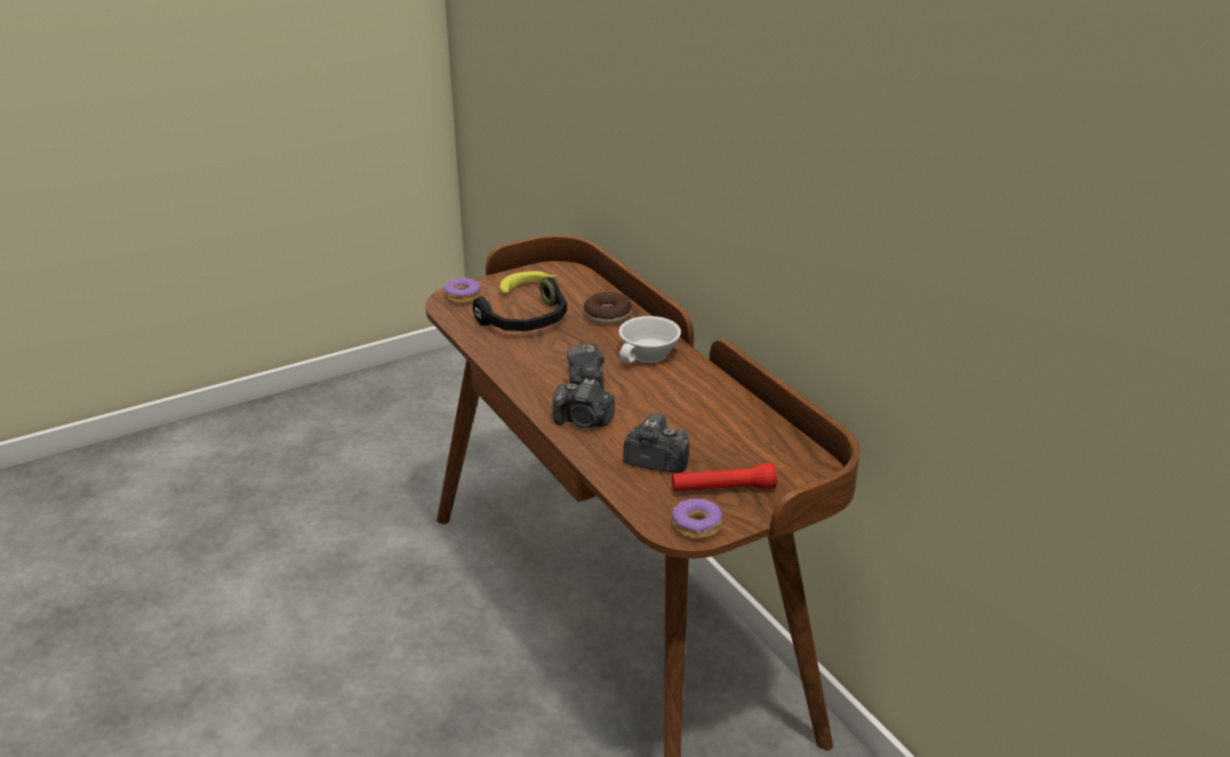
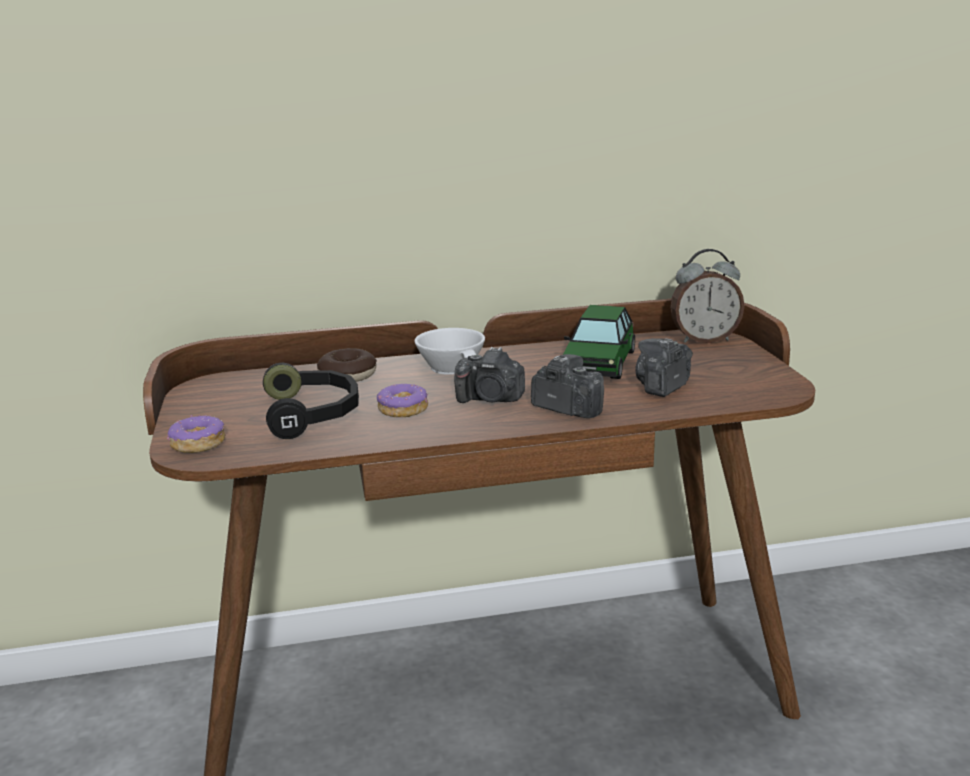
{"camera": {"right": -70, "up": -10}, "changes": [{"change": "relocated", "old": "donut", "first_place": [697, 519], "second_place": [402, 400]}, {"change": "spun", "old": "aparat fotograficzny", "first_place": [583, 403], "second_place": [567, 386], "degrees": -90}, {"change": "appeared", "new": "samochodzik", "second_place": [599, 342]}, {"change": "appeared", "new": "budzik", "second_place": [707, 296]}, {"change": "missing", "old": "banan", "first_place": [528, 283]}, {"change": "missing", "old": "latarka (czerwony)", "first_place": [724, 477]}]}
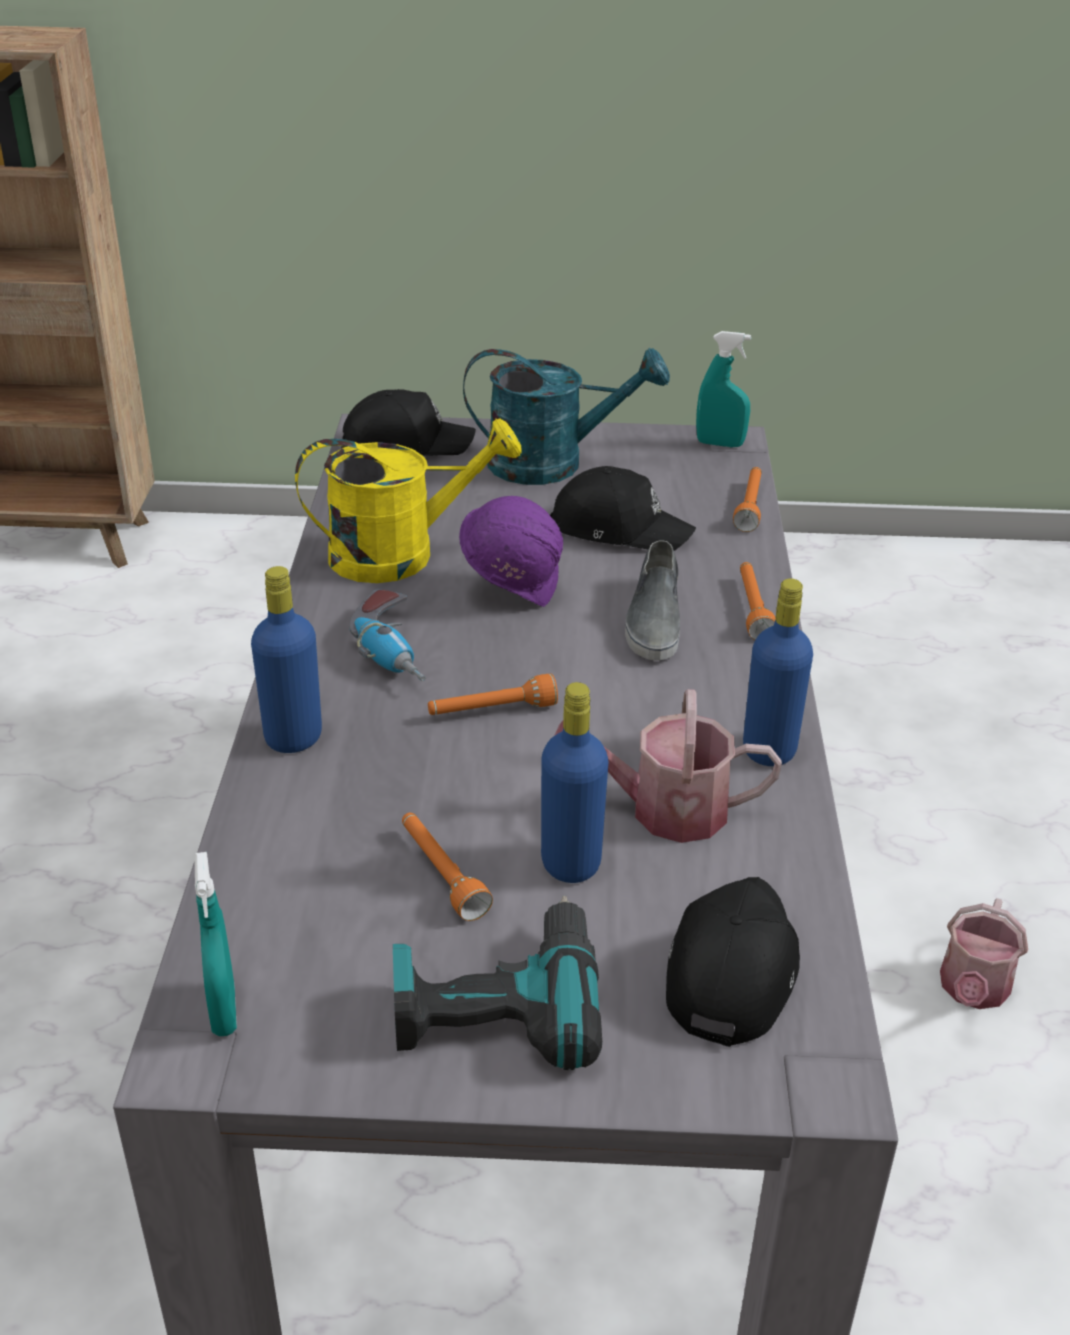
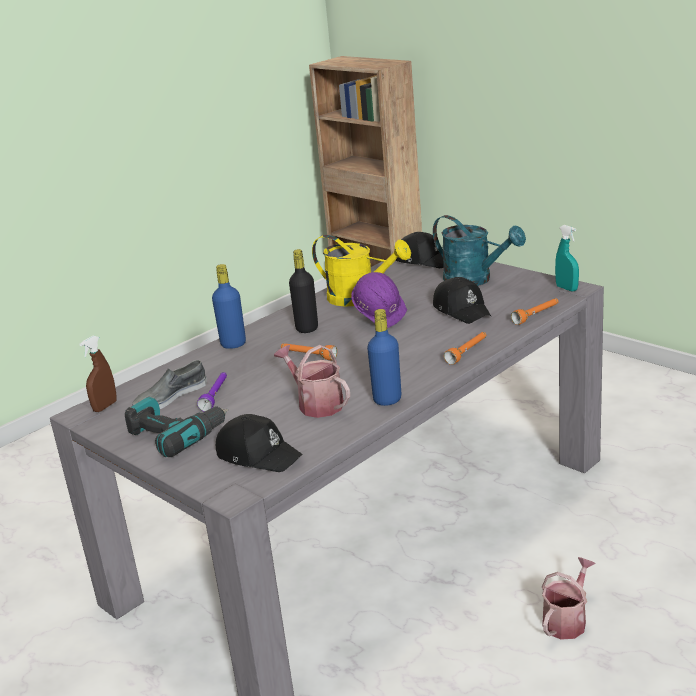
{"camera": {"right": 45, "up": -10}, "changes": [{"change": "colour", "old": "spryskiwacz (turkusowy)", "new": "spryskiwacz (brązowy)", "first_place": [216, 944], "second_place": [98, 374]}, {"change": "relocated", "old": "but (szary)", "first_place": [652, 601], "second_place": [169, 384]}, {"change": "colour", "old": "latarka (pomarańczowy)", "new": "latarka (fioletowy)", "first_place": [447, 867], "second_place": [212, 391]}, {"change": "spun", "old": "czapka z daszkiem (czarny)", "first_place": [733, 962], "second_place": [259, 443], "degrees": 60}, {"change": "exchanged", "old": "wiertarka", "new": "butelka (czarny)", "first_place": [387, 635], "second_place": [303, 291]}, {"change": "spun", "old": "konewka", "first_place": [984, 953], "second_place": [569, 598], "degrees": 150}, {"change": "missing", "old": "butelka (niebieski)", "first_place": [575, 782]}]}
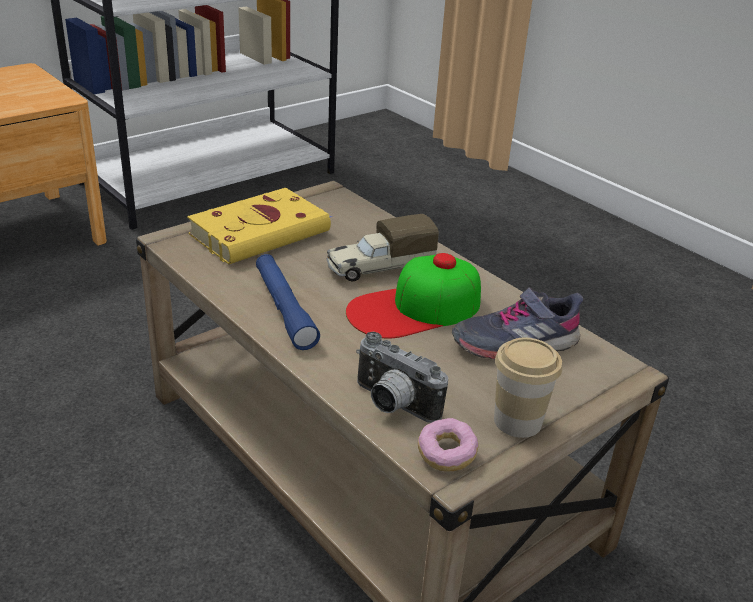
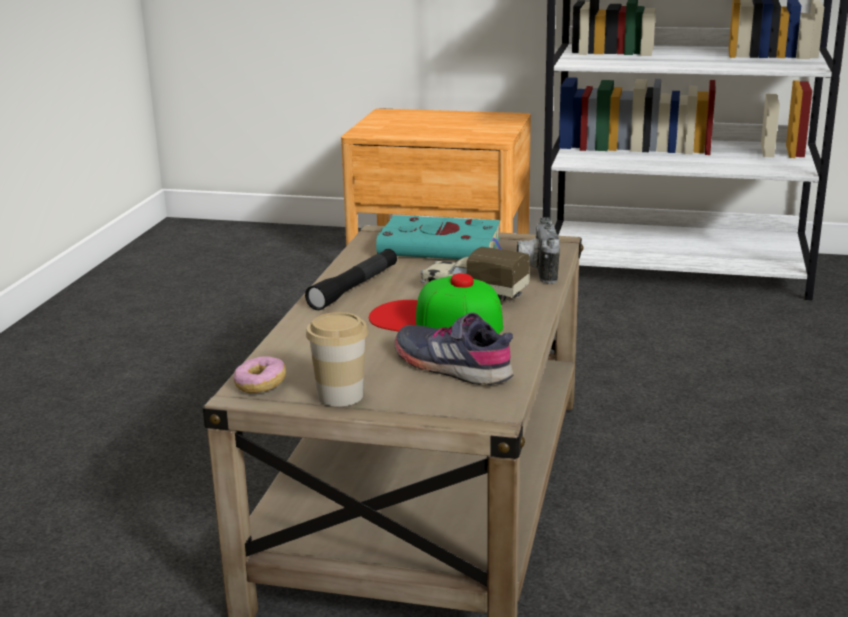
{"camera": {"right": 55, "up": -10}, "changes": [{"change": "colour", "old": "latarka (niebieski)", "new": "latarka (czarny)", "first_place": [288, 302], "second_place": [351, 279]}, {"change": "colour", "old": "książka (żółty)", "new": "książka (turkusowy)", "first_place": [259, 226], "second_place": [439, 237]}, {"change": "relocated", "old": "aparat fotograficzny", "first_place": [402, 377], "second_place": [538, 250]}]}
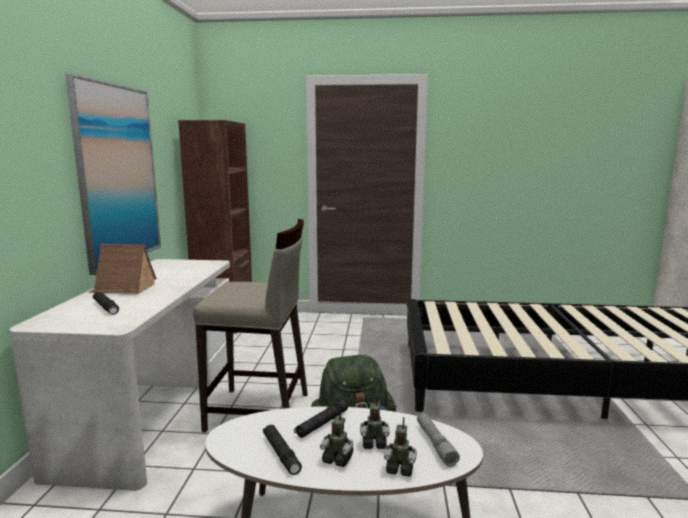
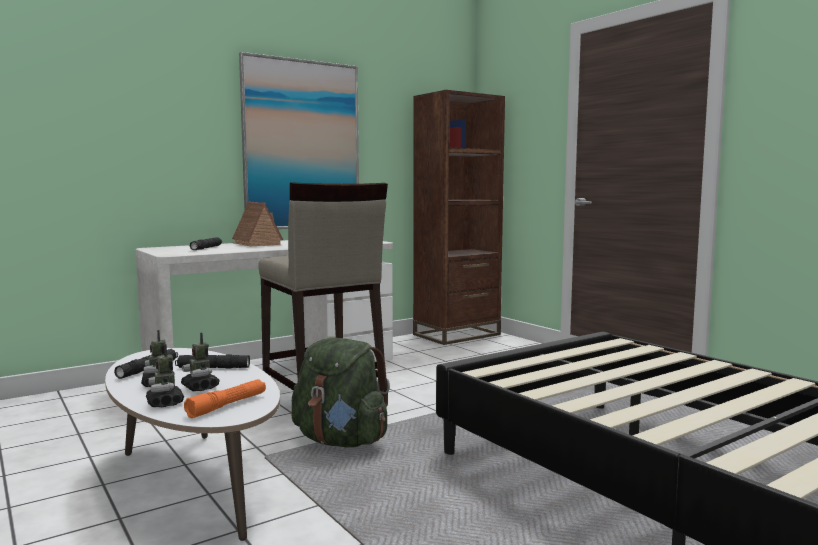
{"camera": {"right": 50, "up": -5}, "changes": [{"change": "colour", "old": "latarka (szary)", "new": "latarka (pomarańczowy)", "first_place": [438, 440], "second_place": [225, 398]}]}
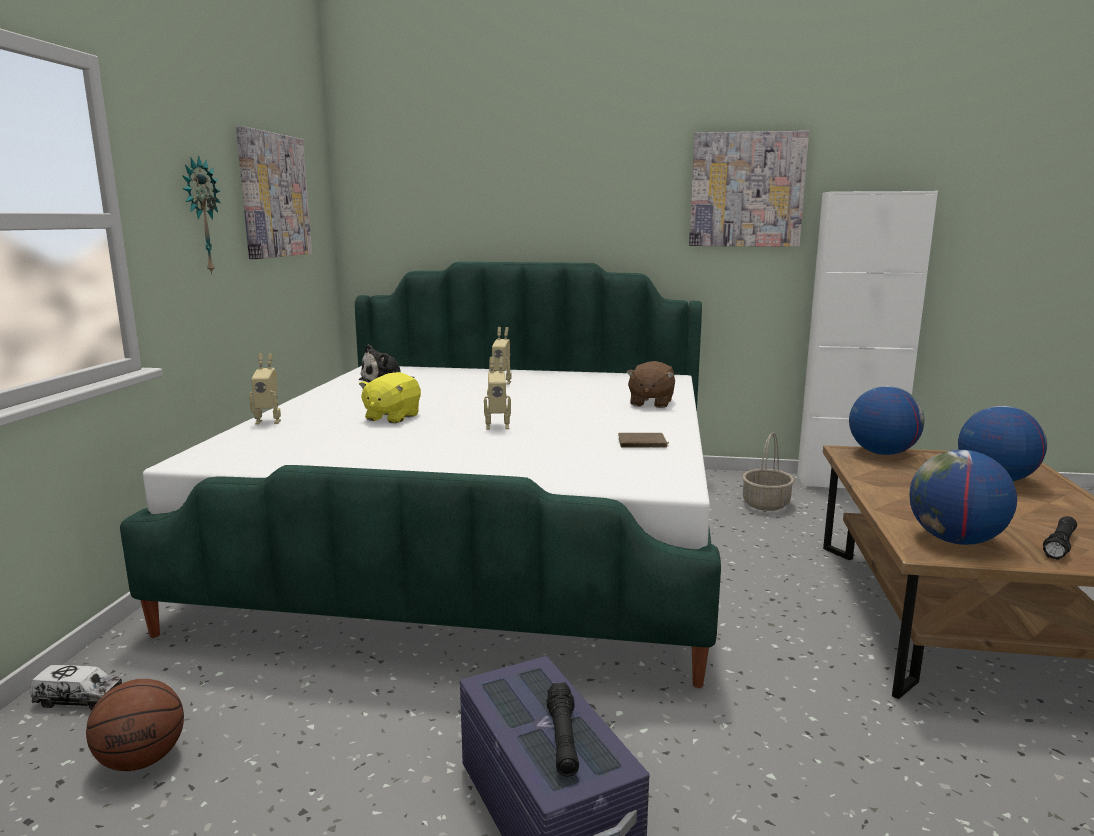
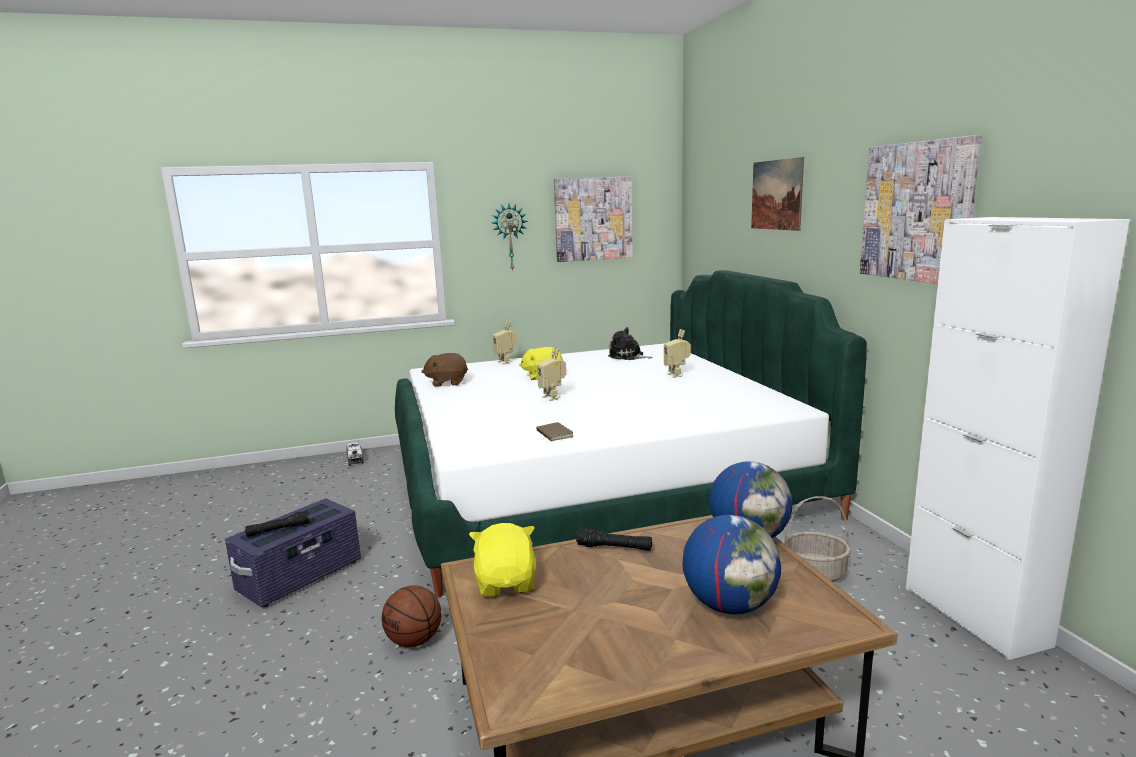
{"camera": {"right": 65, "up": 0}, "changes": [{"change": "relocated", "old": "piłka do koszykówki", "first_place": [135, 725], "second_place": [411, 616]}, {"change": "relocated", "old": "pluszak (brązowy)", "first_place": [650, 384], "second_place": [444, 370]}, {"change": "exchanged", "old": "globus", "new": "pluszak (żółty)", "first_place": [963, 497], "second_place": [502, 560]}, {"change": "relocated", "old": "latarka (czarny)", "first_place": [1060, 538], "second_place": [614, 539]}, {"change": "appeared", "new": "obraz", "second_place": [777, 194]}]}
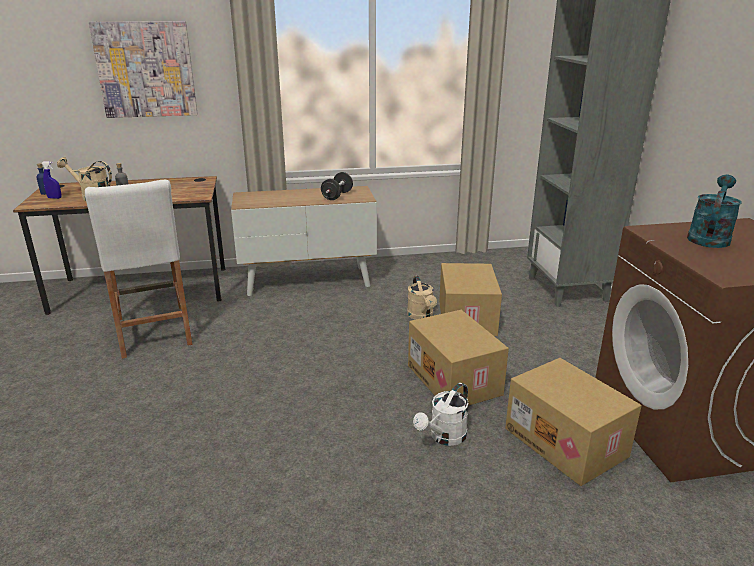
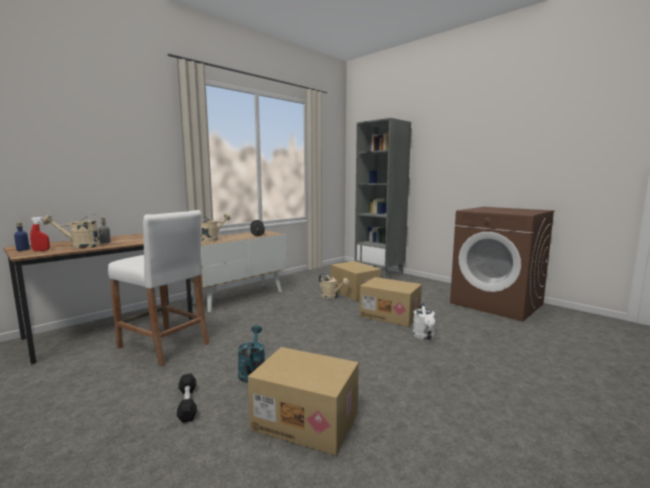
{"camera": {"right": -35, "up": -15}, "changes": [{"change": "colour", "old": "spryskiwacz (niebieski)", "new": "spryskiwacz (czerwony)", "first_place": [52, 180], "second_place": [40, 234]}, {"change": "appeared", "new": "hantel (czarny)", "second_place": [187, 398]}, {"change": "appeared", "new": "konewka (beżowy)", "second_place": [215, 227]}, {"change": "relocated", "old": "konewka (turkusowy)", "first_place": [714, 211], "second_place": [251, 354]}, {"change": "relocated", "old": "karton", "first_place": [573, 422], "second_place": [303, 401]}, {"change": "missing", "old": "obraz", "first_place": [143, 69]}]}
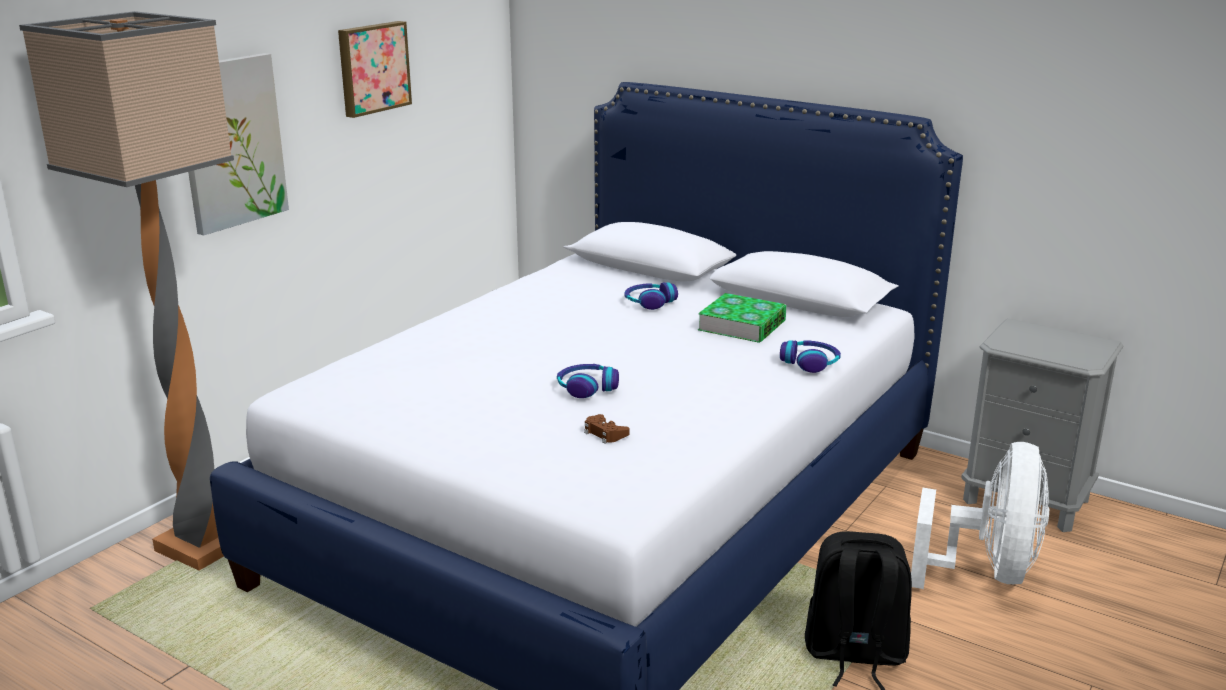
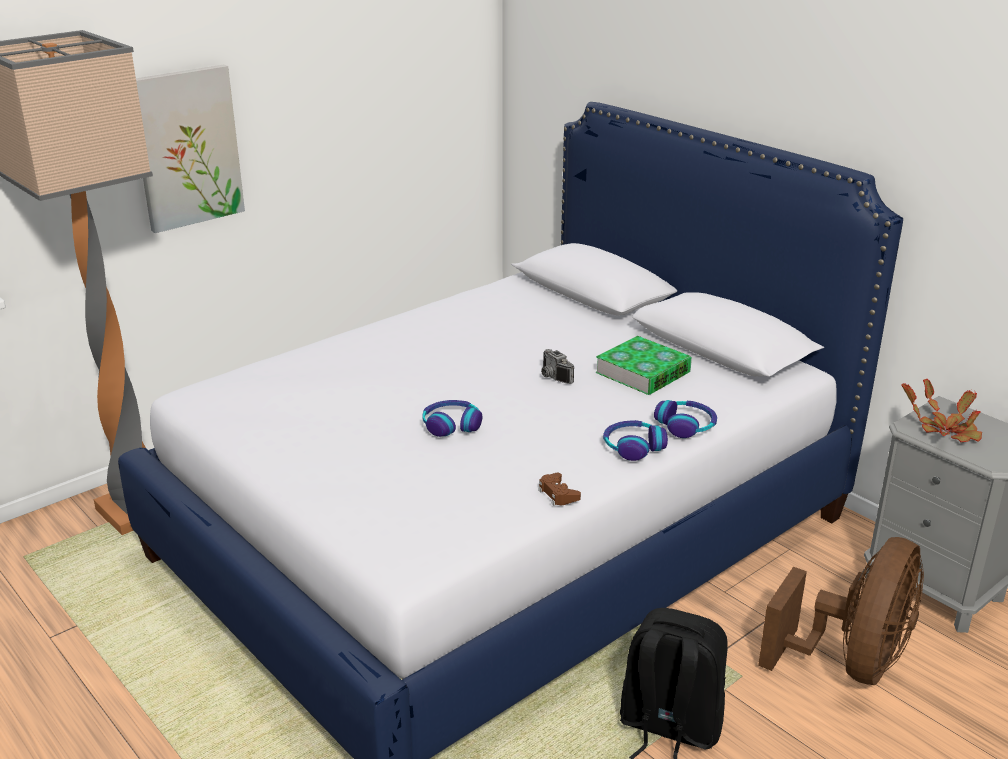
{"camera": {"right": 15, "up": 5}, "changes": [{"change": "relocated", "old": "pad do gier (brązowy)", "first_place": [606, 429], "second_place": [559, 489]}, {"change": "appeared", "new": "aparat fotograficzny", "second_place": [557, 366]}, {"change": "relocated", "old": "słuchawki", "first_place": [651, 296], "second_place": [635, 440]}, {"change": "colour", "old": "wentylator (biały)", "new": "wentylator (brązowy)", "first_place": [980, 515], "second_place": [841, 611]}, {"change": "appeared", "new": "roślina doniczkowa", "second_place": [941, 410]}, {"change": "missing", "old": "obraz", "first_place": [375, 69]}]}
